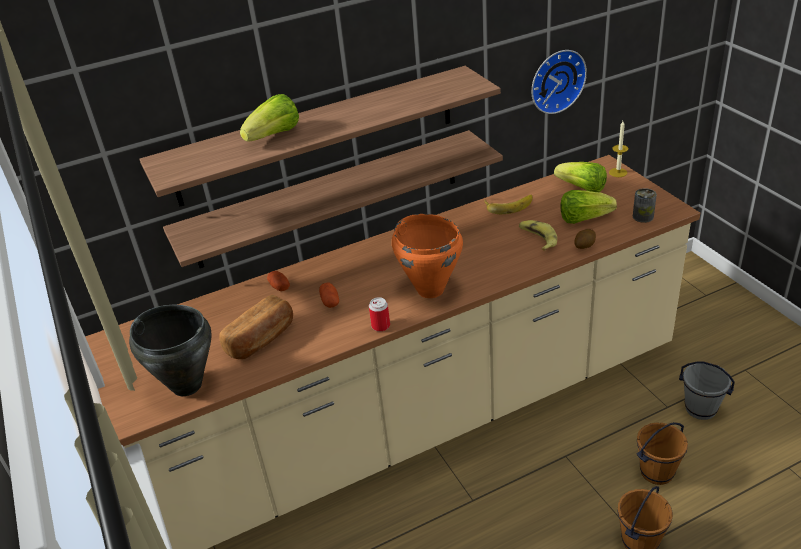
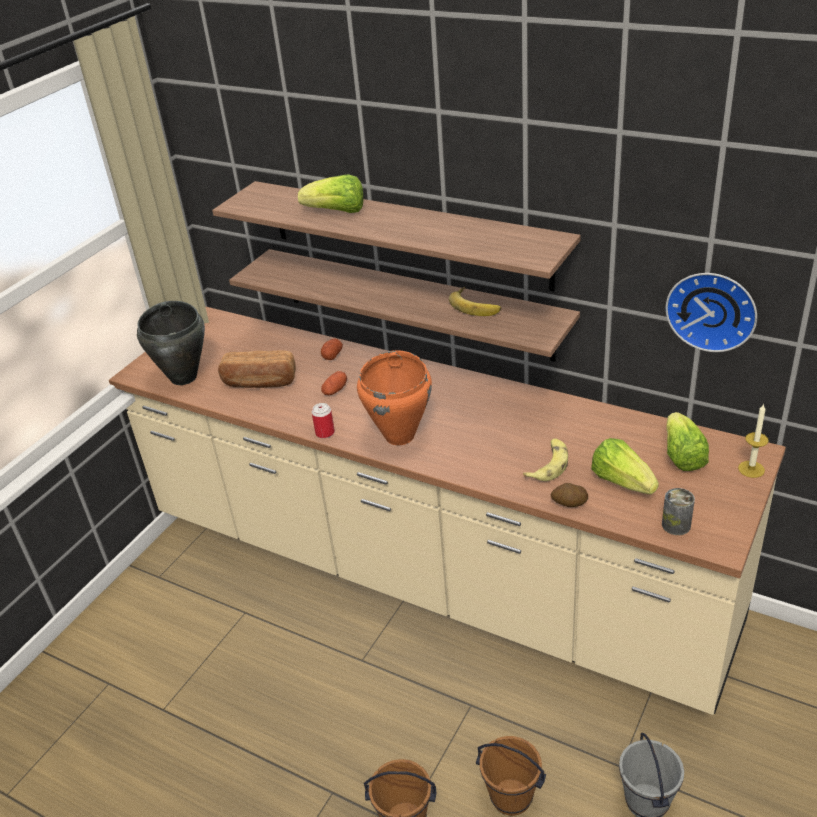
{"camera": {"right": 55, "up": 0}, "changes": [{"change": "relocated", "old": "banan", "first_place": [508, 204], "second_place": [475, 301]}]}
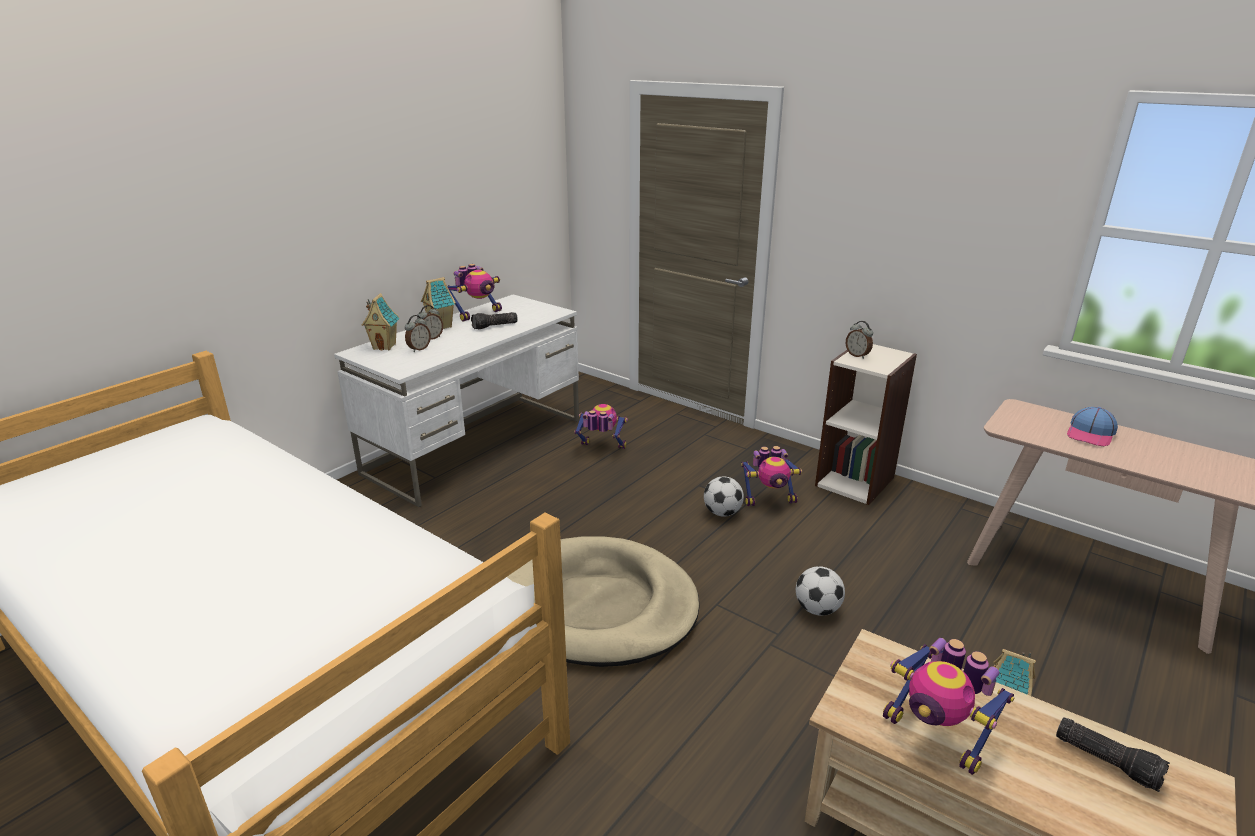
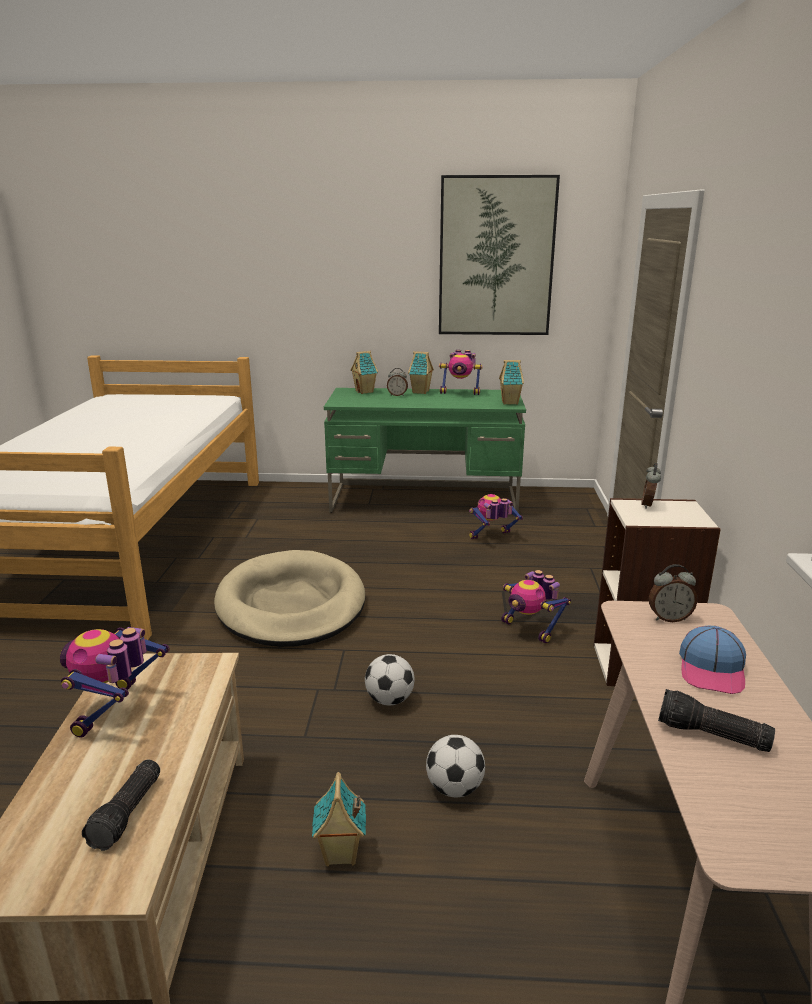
{"camera": {"right": 55, "up": -5}, "changes": [{"change": "colour", "old": "biurko (biały)", "new": "biurko (zielony)", "first_place": [456, 400], "second_place": [425, 450]}, {"change": "relocated", "old": "piłka futbolowa", "first_place": [724, 496], "second_place": [455, 766]}, {"change": "appeared", "new": "obraz", "second_place": [499, 255]}, {"change": "spun", "old": "robot zabawkowy", "first_place": [601, 426], "second_place": [496, 516], "degrees": -90}, {"change": "appeared", "new": "domek", "second_place": [511, 382]}, {"change": "relocated", "old": "budzik", "first_place": [418, 333], "second_place": [673, 593]}, {"change": "relocated", "old": "latarka", "first_place": [494, 320], "second_place": [716, 720]}, {"change": "spun", "old": "czapka z daszkiem", "first_place": [1092, 426], "second_place": [712, 660], "degrees": -75}]}
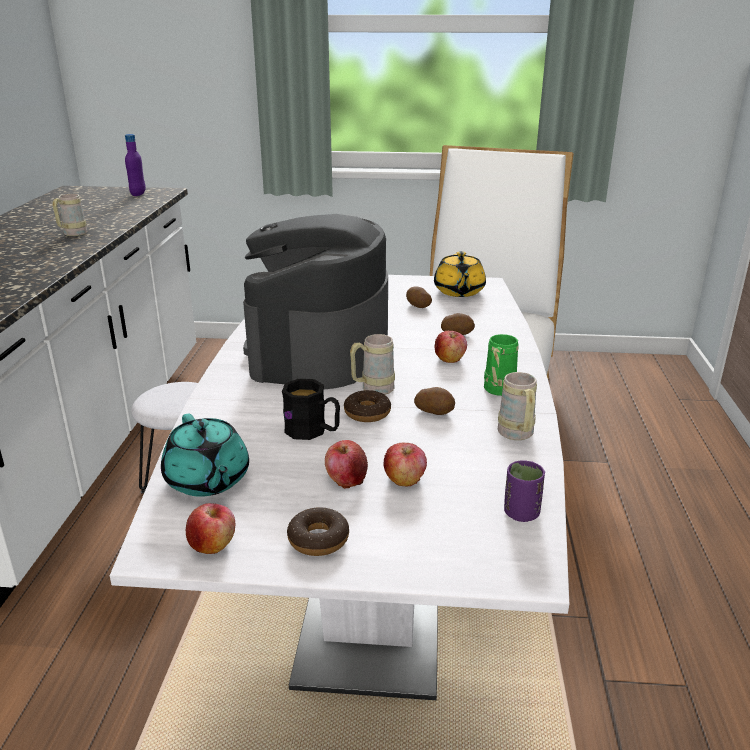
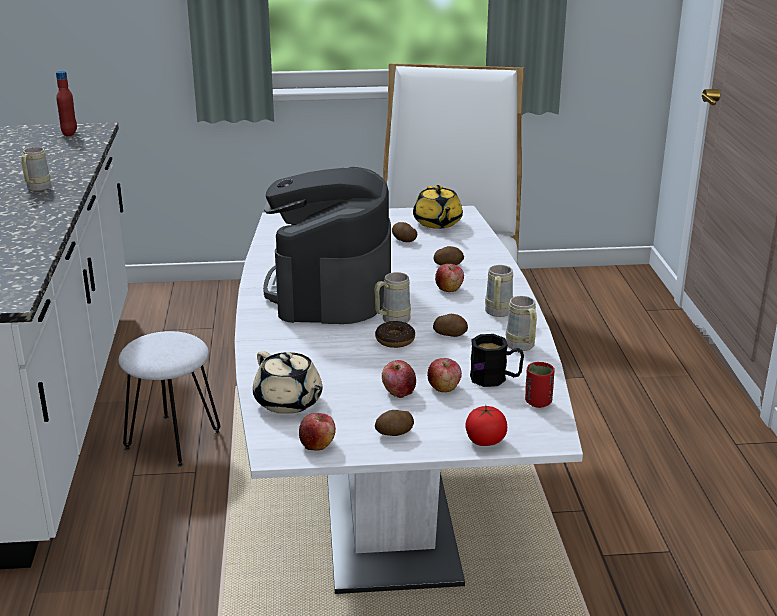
{"camera": {"right": -10, "up": 0}, "changes": [{"change": "colour", "old": "butelka (fioletowy)", "new": "butelka (czerwony)", "first_place": [135, 165], "second_place": [66, 103]}, {"change": "colour", "old": "imbryk (turkusowy)", "new": "imbryk (beżowy)", "first_place": [205, 455], "second_place": [287, 382]}, {"change": "exchanged", "old": "donut", "new": "ziemniak", "first_place": [318, 531], "second_place": [394, 423]}, {"change": "appeared", "new": "pomidor", "second_place": [486, 425]}, {"change": "relocated", "old": "kubek (czarny)", "first_place": [311, 409], "second_place": [497, 360]}, {"change": "colour", "old": "kubek (zielony)", "new": "kubek (beżowy)", "first_place": [501, 365], "second_place": [499, 291]}, {"change": "colour", "old": "filiżanka (fioletowy)", "new": "filiżanka (czerwony)", "first_place": [524, 491], "second_place": [540, 385]}]}
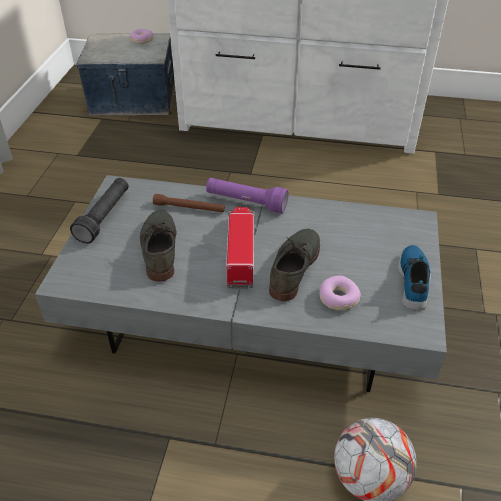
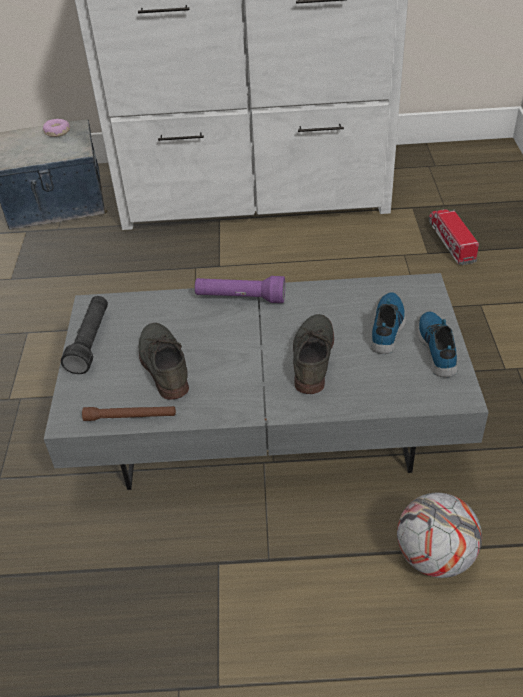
{"camera": {"right": -10, "up": 0}, "changes": [{"change": "relocated", "old": "latarka (brązowy)", "first_place": [189, 203], "second_place": [129, 413]}, {"change": "appeared", "new": "but", "second_place": [388, 323]}, {"change": "relocated", "old": "ciężarówka zabawkowa", "first_place": [240, 248], "second_place": [454, 237]}, {"change": "missing", "old": "donut", "first_place": [340, 293]}]}
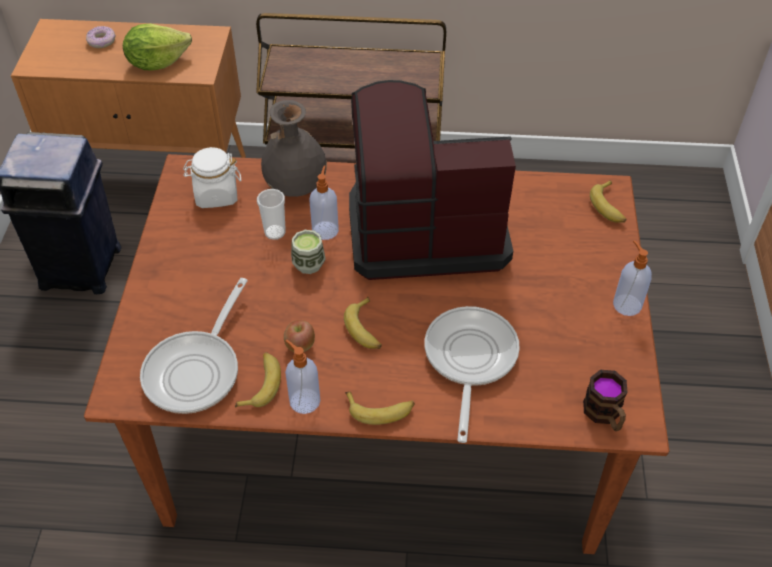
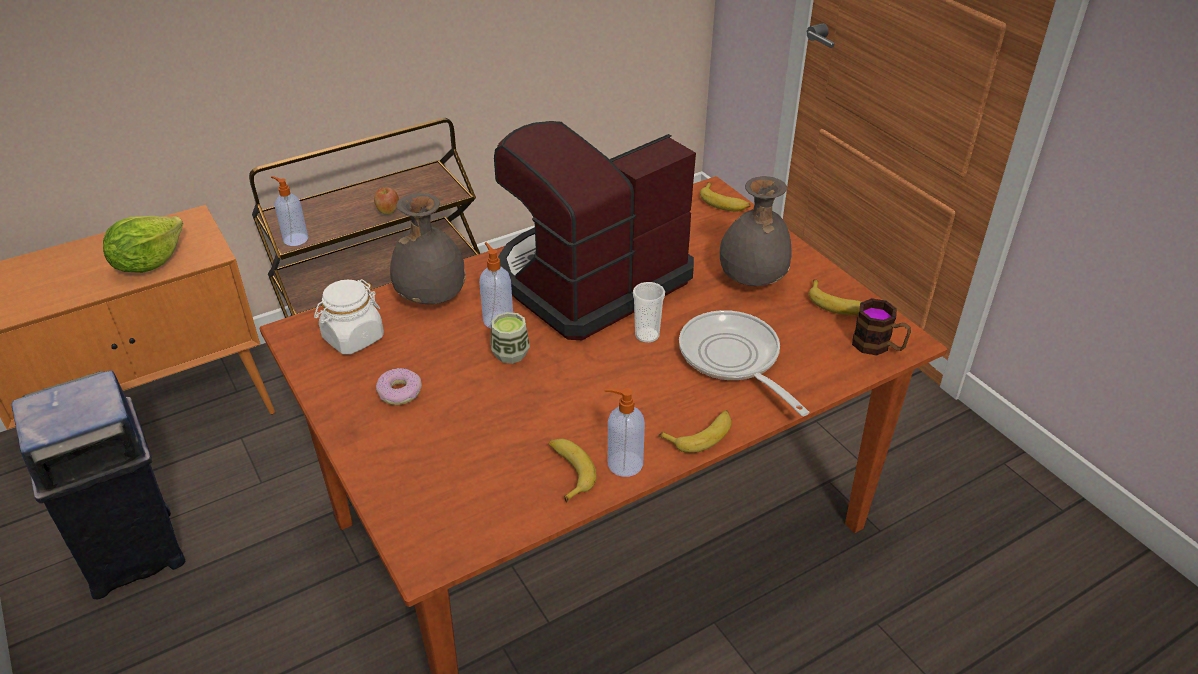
{"camera": {"right": -35, "up": -10}, "changes": [{"change": "relocated", "old": "dozownik mydła", "first_place": [632, 278], "second_place": [289, 211]}, {"change": "relocated", "old": "jabłko", "first_place": [299, 336], "second_place": [386, 201]}, {"change": "relocated", "old": "donut", "first_place": [101, 37], "second_place": [399, 386]}, {"change": "relocated", "old": "filiżanka", "first_place": [271, 214], "second_place": [649, 312]}, {"change": "appeared", "new": "wazon (szary)", "second_place": [756, 231]}, {"change": "relocated", "old": "banan", "first_place": [363, 323], "second_place": [835, 297]}, {"change": "missing", "old": "patelnia", "first_place": [194, 346]}]}
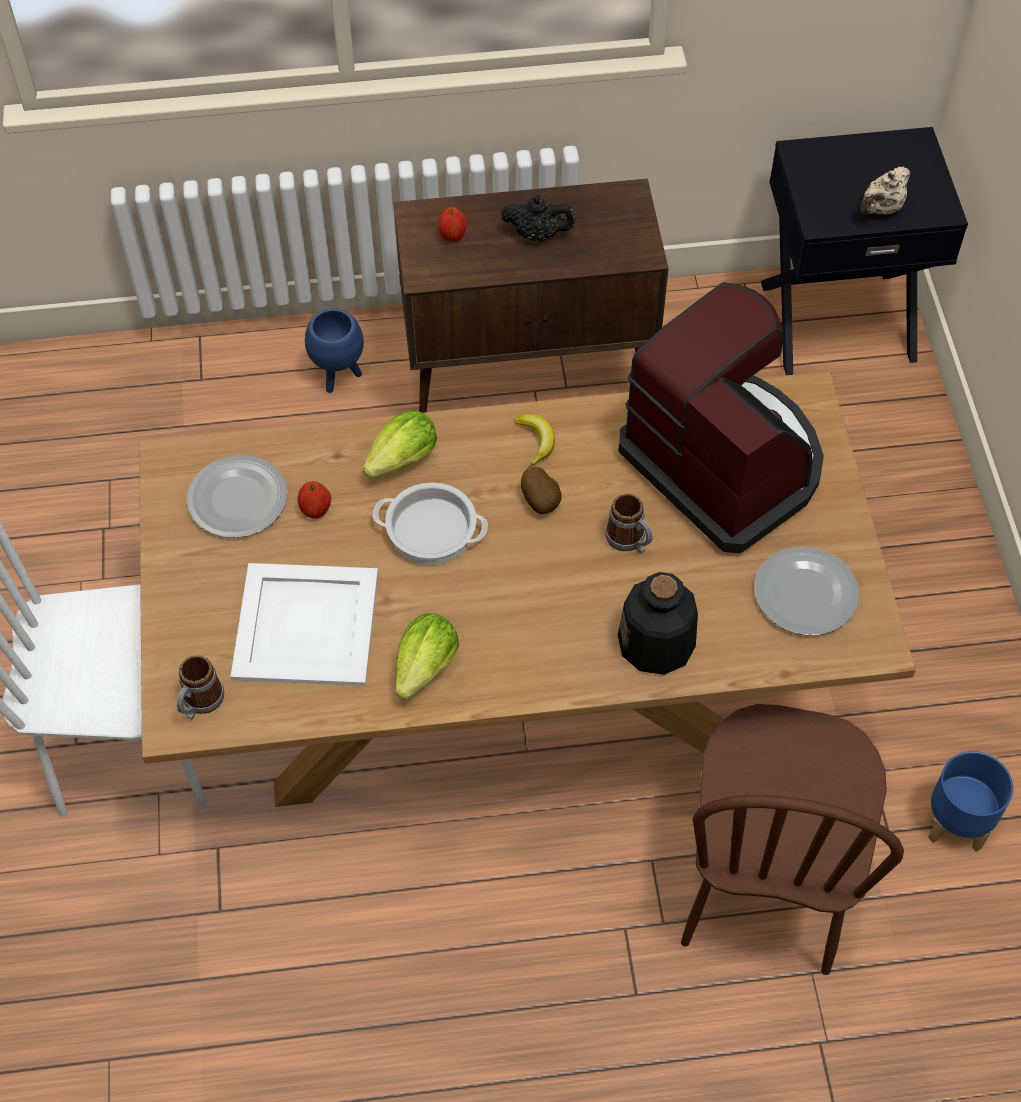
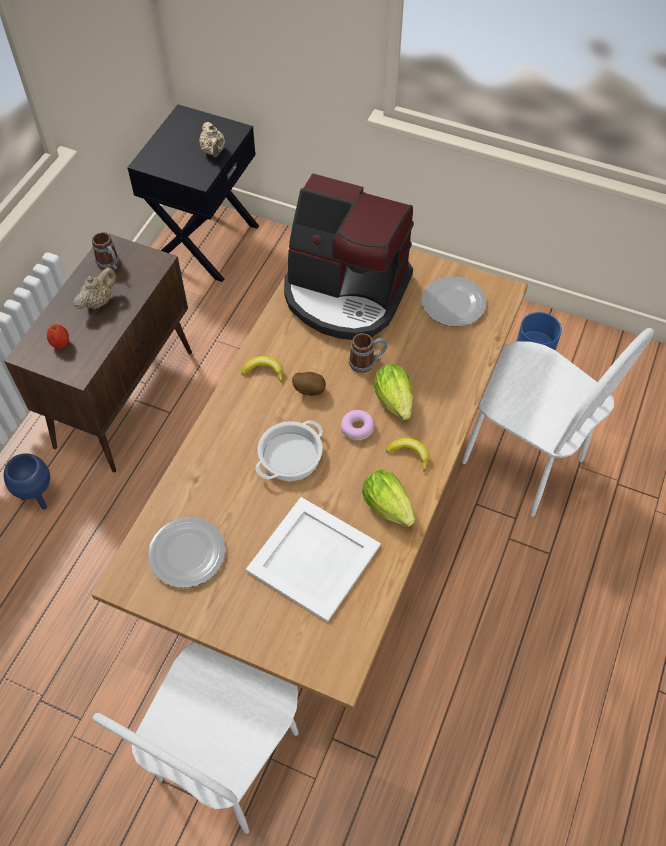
{"camera": {"right": -60, "up": 0}, "changes": [{"change": "colour", "old": "imbryk (czarny)", "new": "imbryk (beżowy)", "first_place": [538, 218], "second_place": [95, 288]}, {"change": "relocated", "old": "kubek", "first_place": [201, 687], "second_place": [105, 251]}, {"change": "spun", "old": "ekspres do kawy", "first_place": [721, 417], "second_place": [349, 256], "degrees": -150}, {"change": "appeared", "new": "donut", "second_place": [358, 425]}, {"change": "relocated", "old": "sałata", "first_place": [400, 444], "second_place": [393, 392]}, {"change": "appeared", "new": "banan", "second_place": [408, 455]}, {"change": "colour", "old": "krzesło (brązowy)", "new": "krzesło (biały)", "first_place": [792, 839], "second_place": [558, 422]}, {"change": "missing", "old": "jabłko", "first_place": [314, 500]}, {"change": "missing", "old": "butelka", "first_place": [658, 623]}]}
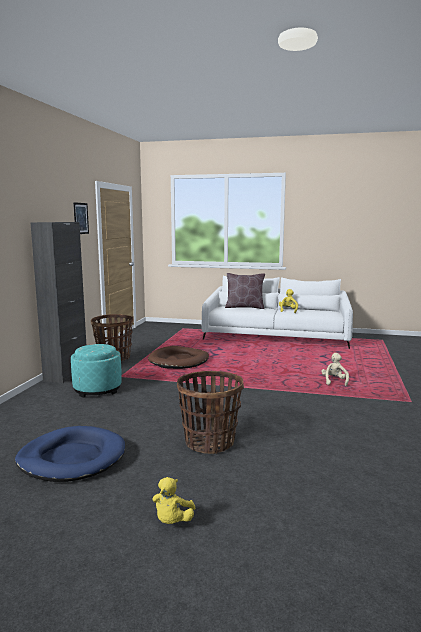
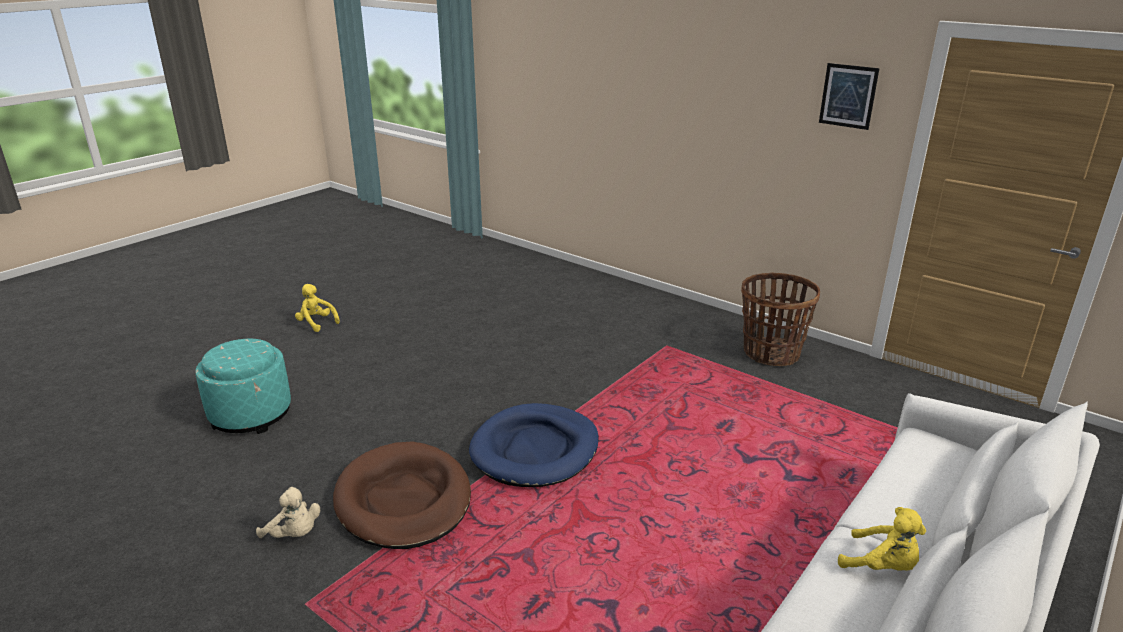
{"camera": {"right": 115, "up": 15}, "changes": [{"change": "relocated", "old": "pufa (turkusowy)", "first_place": [96, 370], "second_place": [243, 386]}, {"change": "relocated", "old": "pluszak (beżowy)", "first_place": [335, 369], "second_place": [288, 512]}, {"change": "relocated", "old": "legowisko (brązowy)", "first_place": [178, 357], "second_place": [402, 495]}, {"change": "relocated", "old": "legowisko (niebieski)", "first_place": [70, 454], "second_place": [534, 445]}, {"change": "missing", "old": "szafka (czarny)", "first_place": [58, 302]}, {"change": "missing", "old": "koszyk", "first_place": [210, 412]}, {"change": "missing", "old": "poduszka (brązowy)", "first_place": [245, 291]}]}
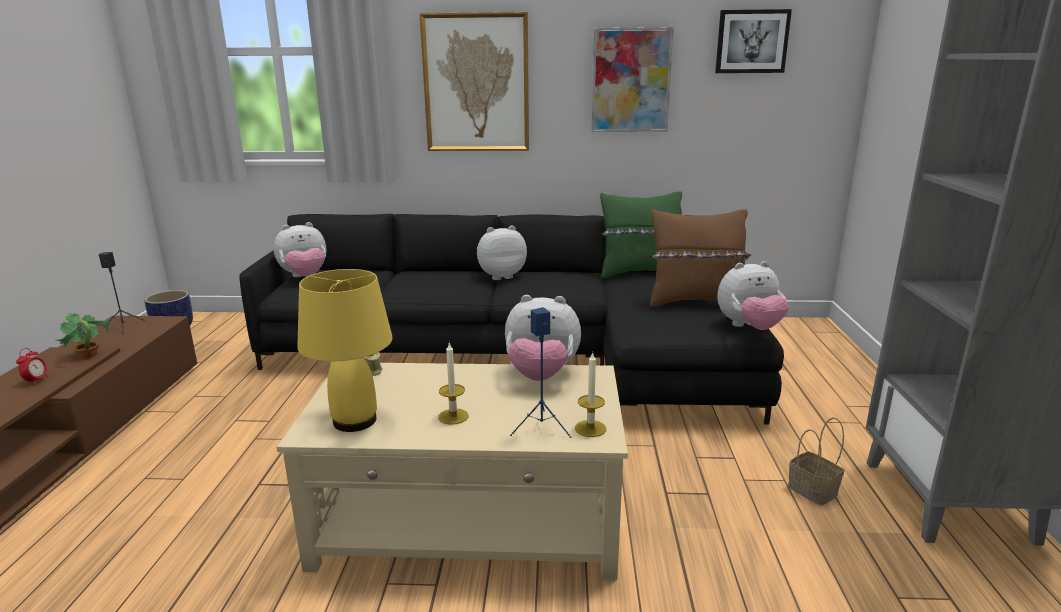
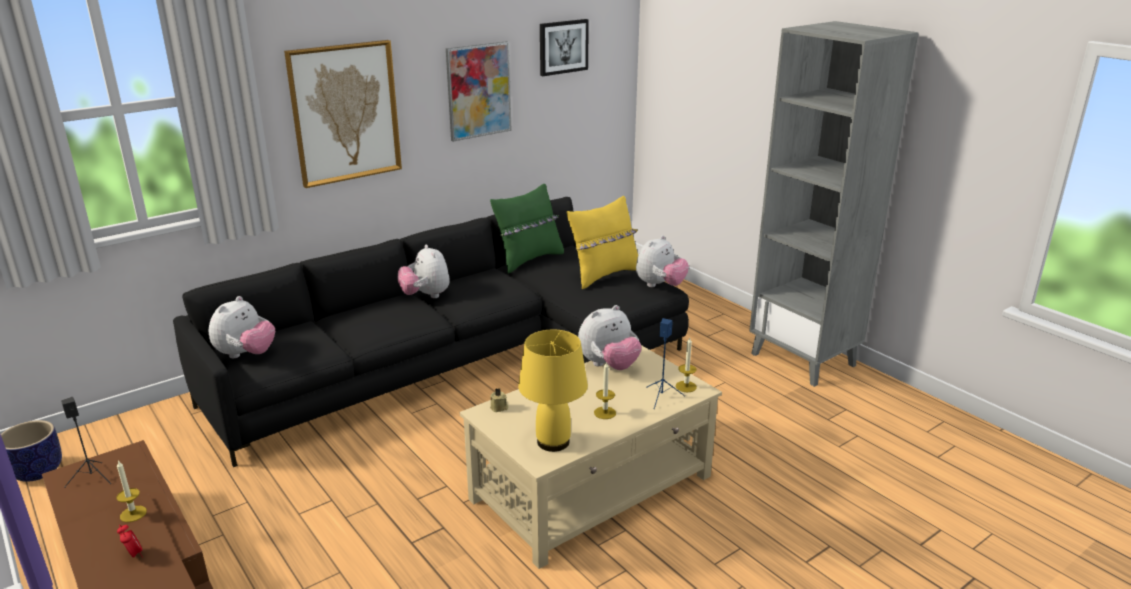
{"camera": {"right": -40, "up": 5}, "changes": [{"change": "exchanged", "old": "roślina doniczkowa", "new": "świeca", "first_place": [82, 336], "second_place": [131, 491]}, {"change": "spun", "old": "pluszak", "first_place": [502, 253], "second_place": [424, 271], "degrees": -60}, {"change": "colour", "old": "poduszka (brązowy)", "new": "poduszka (żółty)", "first_place": [701, 258], "second_place": [602, 242]}, {"change": "missing", "old": "koszyk", "first_place": [816, 461]}]}
